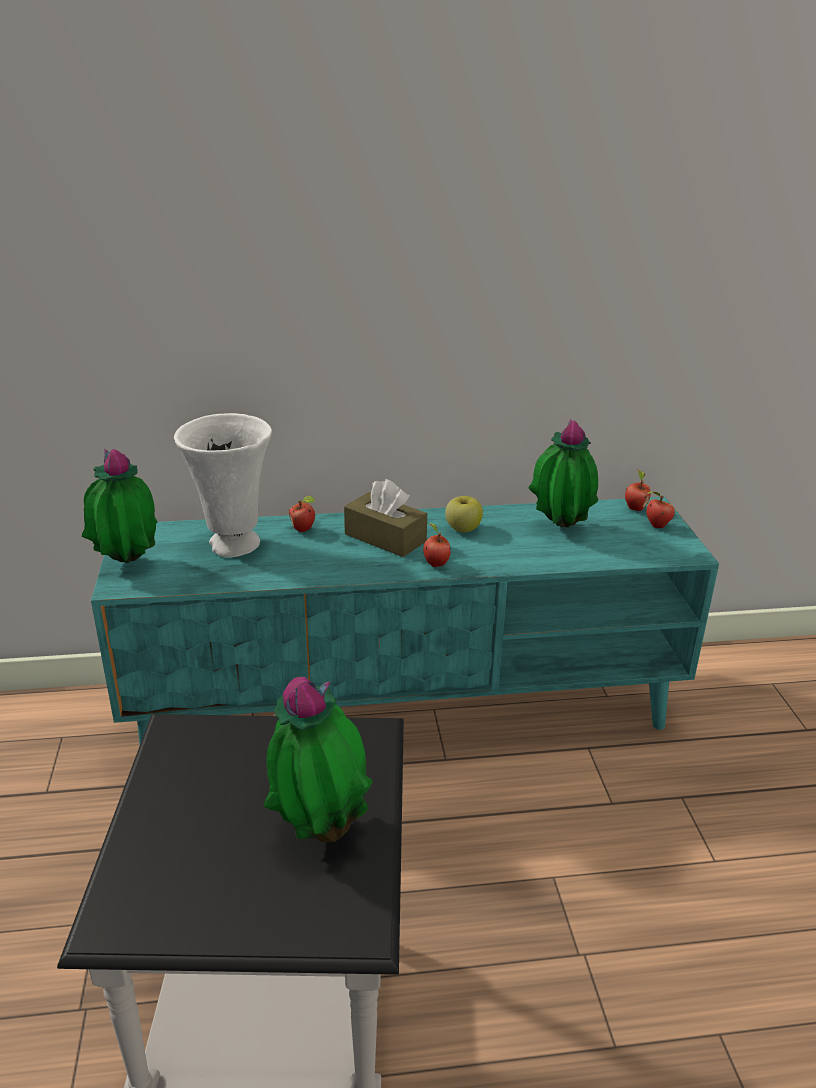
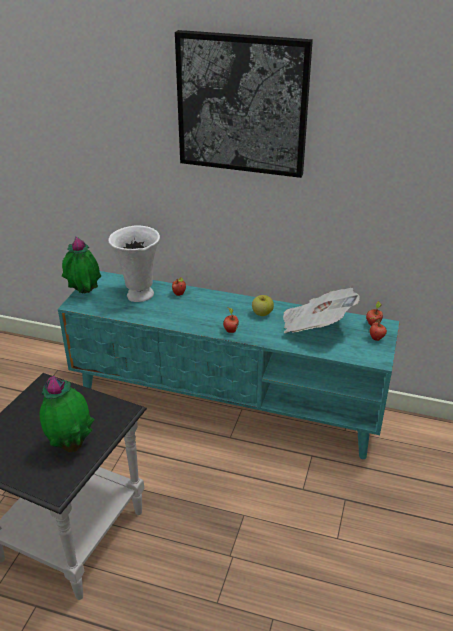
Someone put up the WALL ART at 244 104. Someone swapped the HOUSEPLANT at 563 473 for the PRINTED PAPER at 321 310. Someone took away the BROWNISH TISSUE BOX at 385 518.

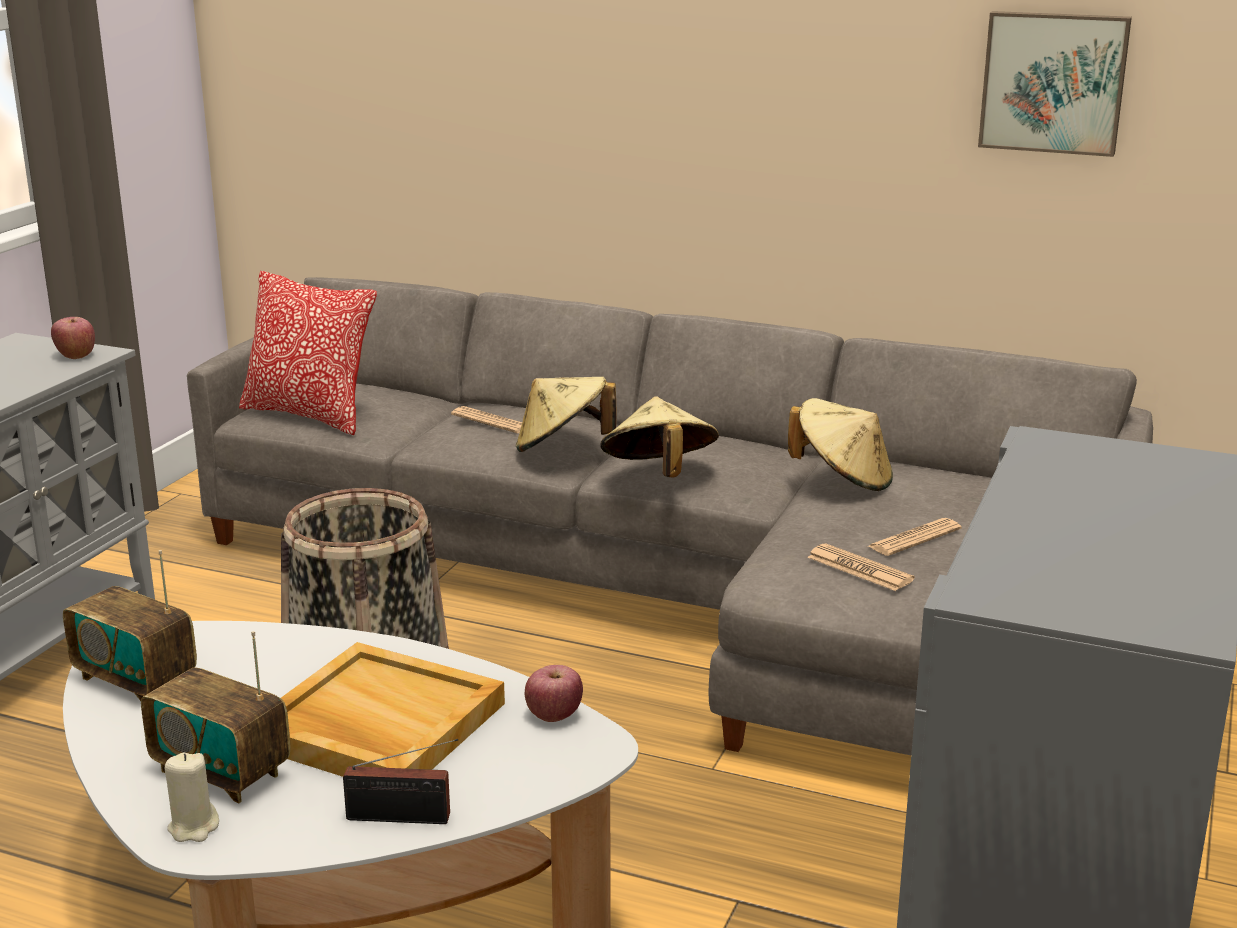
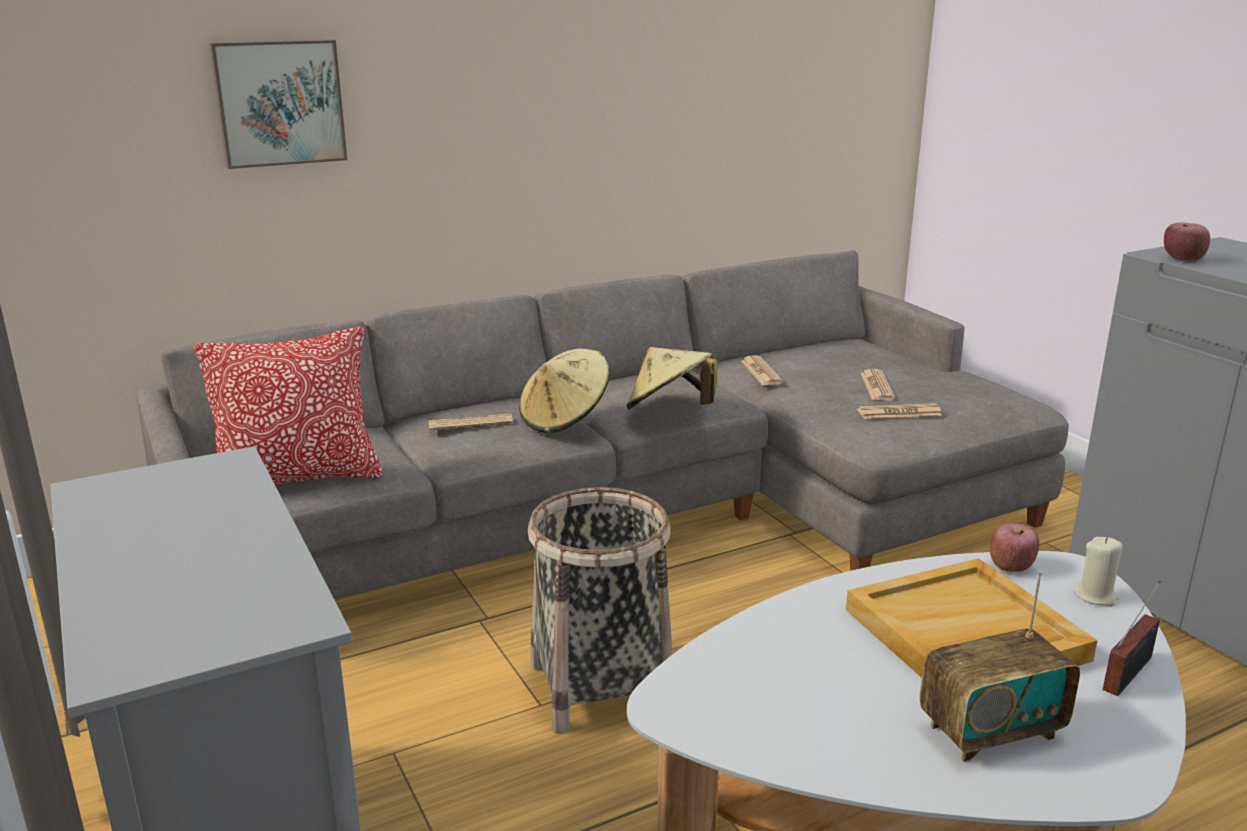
Someone carried the WALL ART from 1055 84 to 278 104. Someone swapped the BEIGE HAT at 840 444 for the PRINTED PAPER at 762 370. Someone carried the BEIGE WAX CANDLE from 192 797 to 1098 571. Someone carried the WHOLE APPLE from 73 338 to 1187 242. Someone took away the RADIO SET at 130 625.

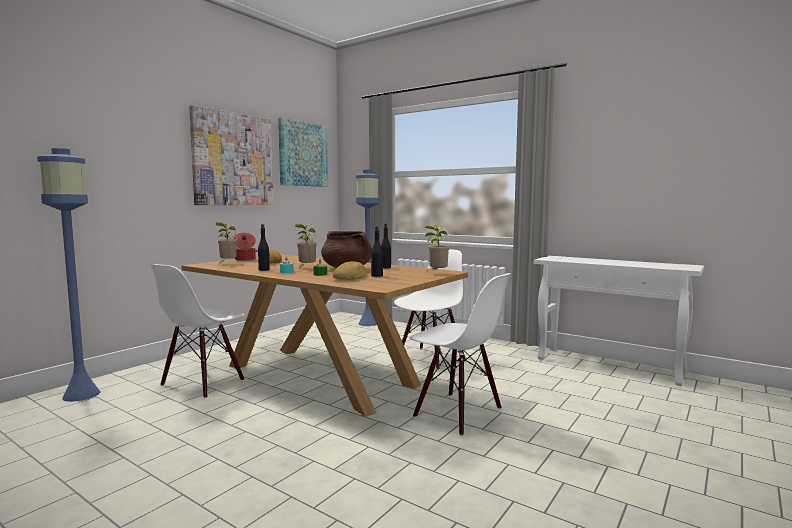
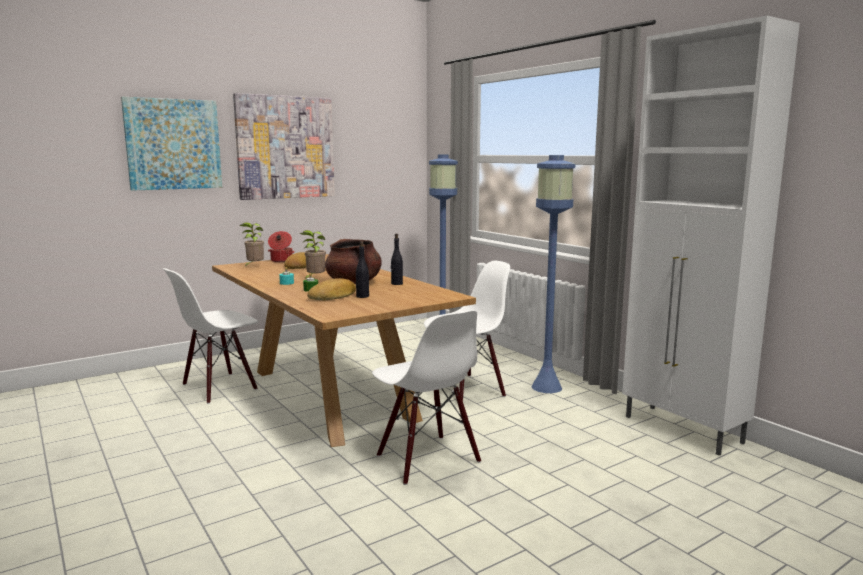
Someone carried the WALL ART from 303 152 to 171 144. Someone carried the BLUISH STANDARD LAMP from 68 275 to 553 274. Someone swapped the WHITE HALL TABLE at 619 321 for the WHITE CABINET at 711 236. Someone took away the BLACKISH DRINK BOTTLE at 264 247. Someone took away the HOUSEPLANT at 437 247.

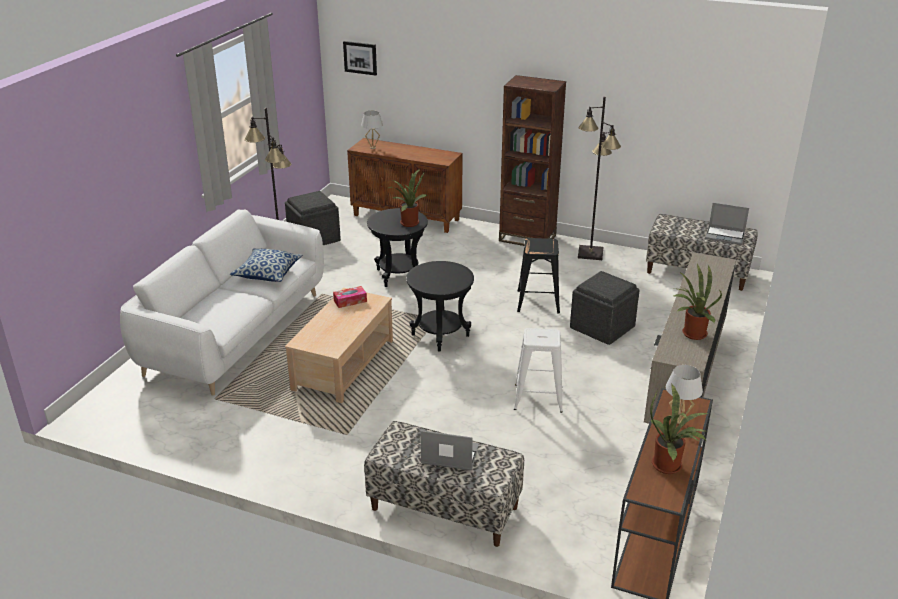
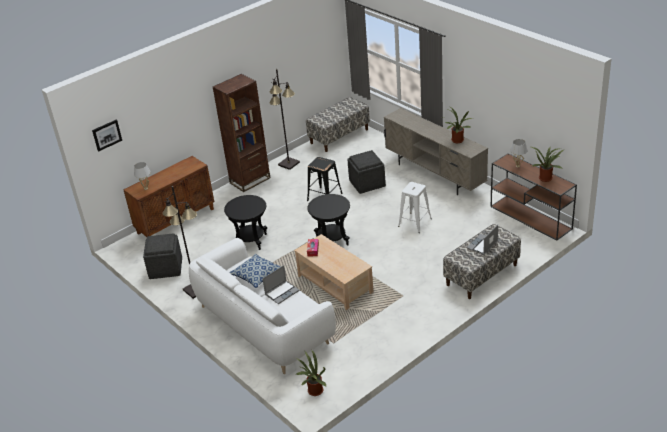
Someone carried the LAPTOP from 727 224 to 280 284. Someone carried the HOUSEPLANT from 408 198 to 310 373.

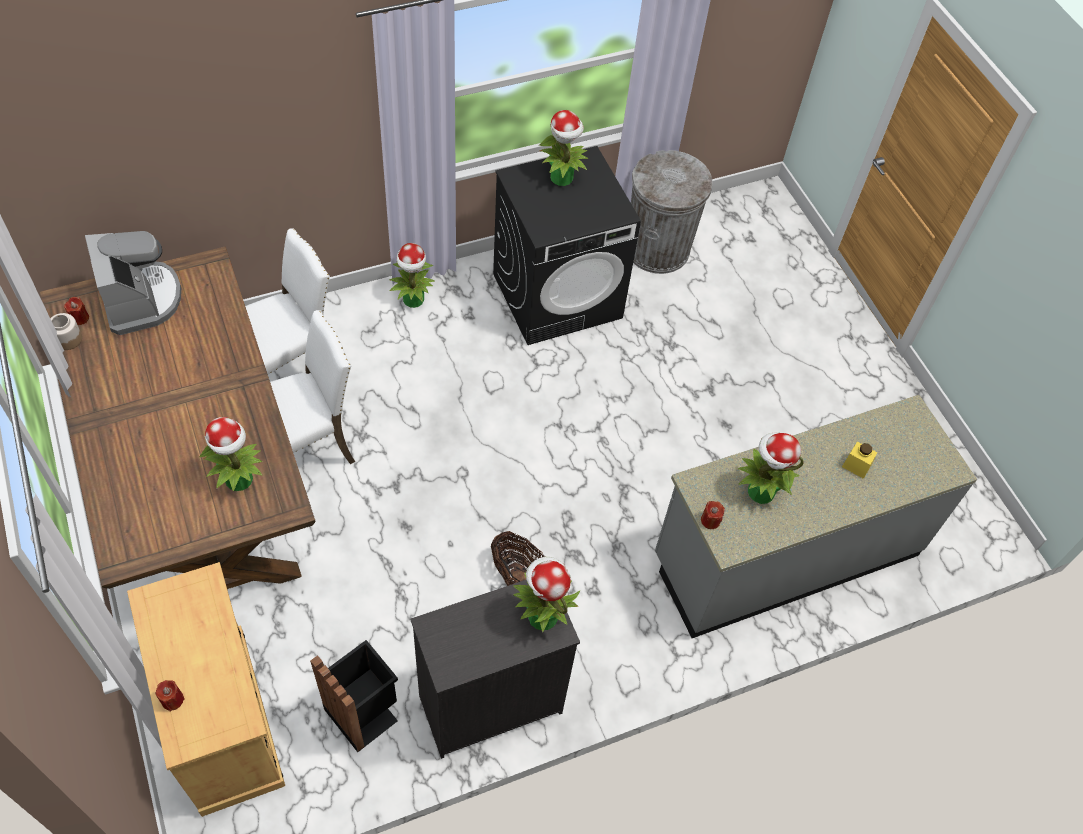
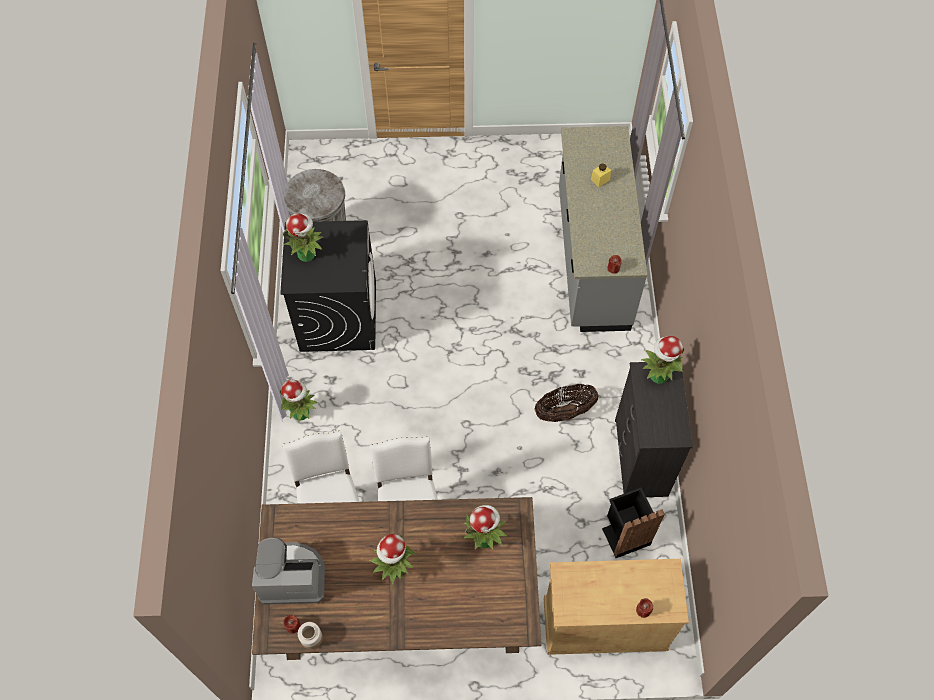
Someone carried the HOUSEPLANT from 771 468 to 392 559.

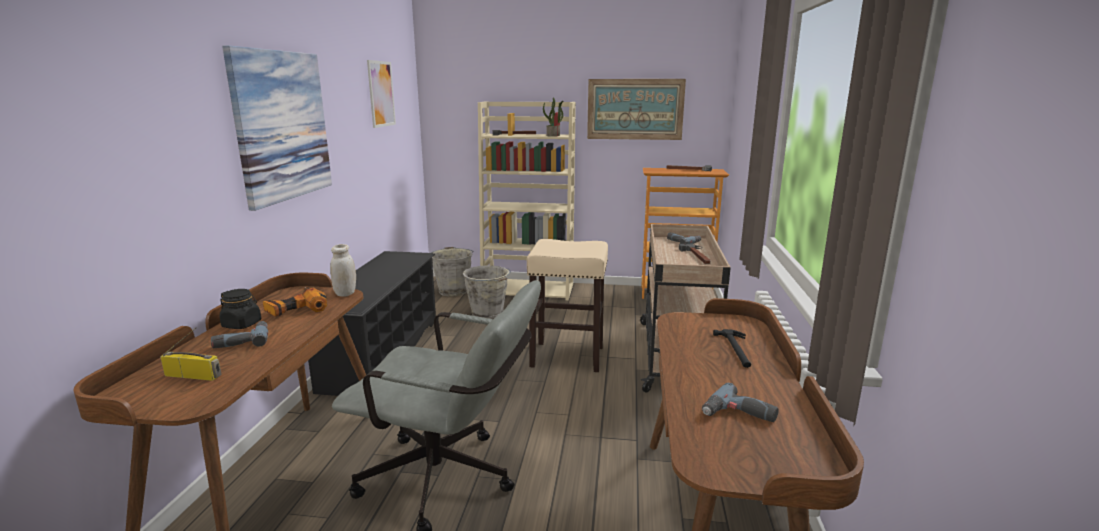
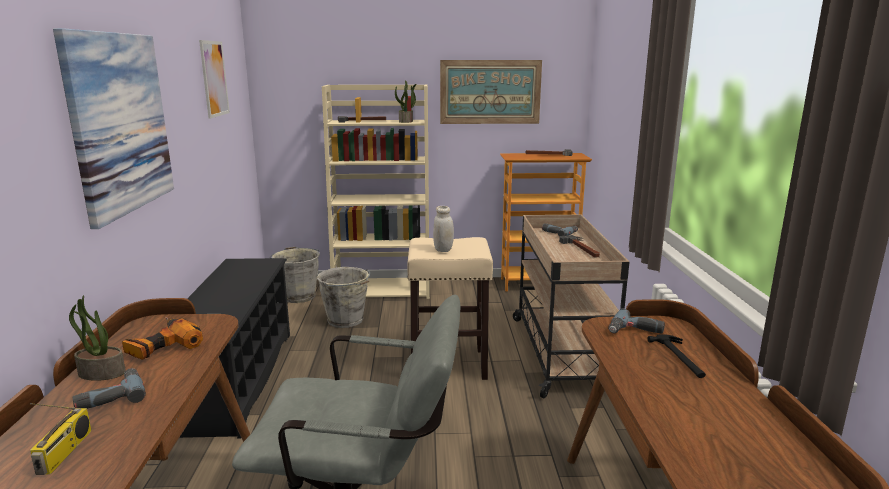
Someone rotated the RADIO SET at 191 354 by 90 degrees clockwise. Someone swapped the BLACKISH STORAGE JAR at 240 309 for the HOUSEPLANT at 97 338. Someone carried the WHITE STORAGE JAR from 343 270 to 443 229. Someone carried the ELECTRIC DRILL from 740 402 to 636 321.

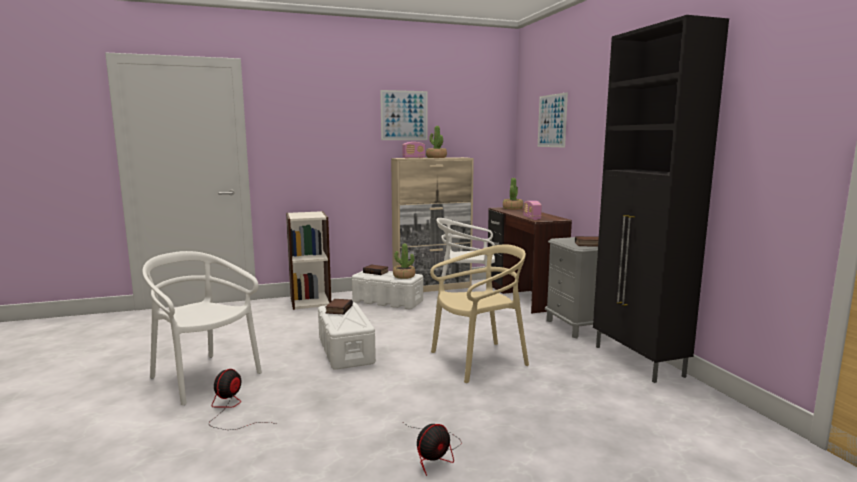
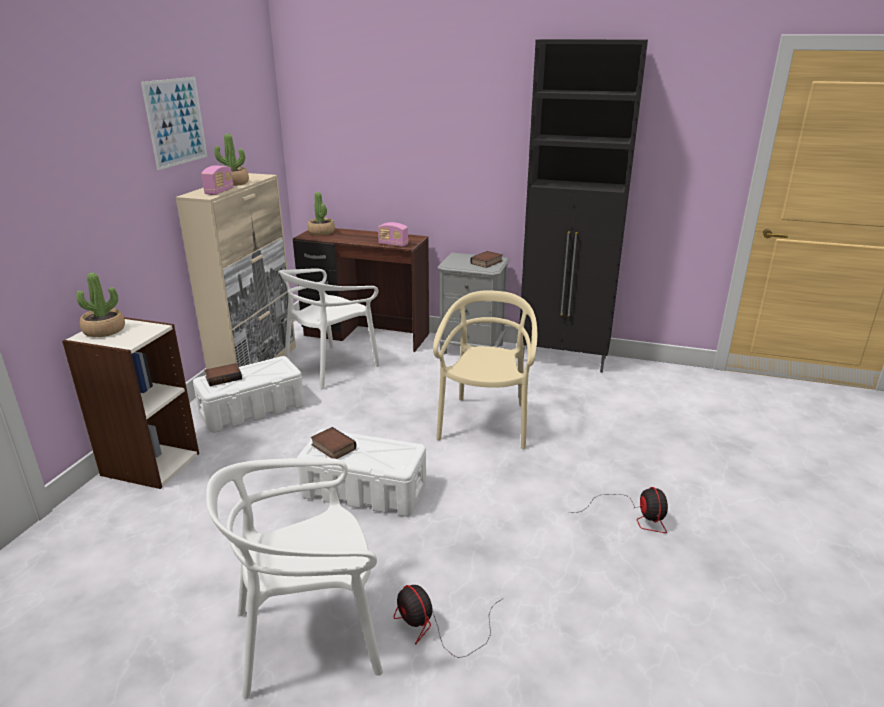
Someone carried the HOUSEPLANT from 404 261 to 100 305. Someone took away the WALL ART at 553 120.

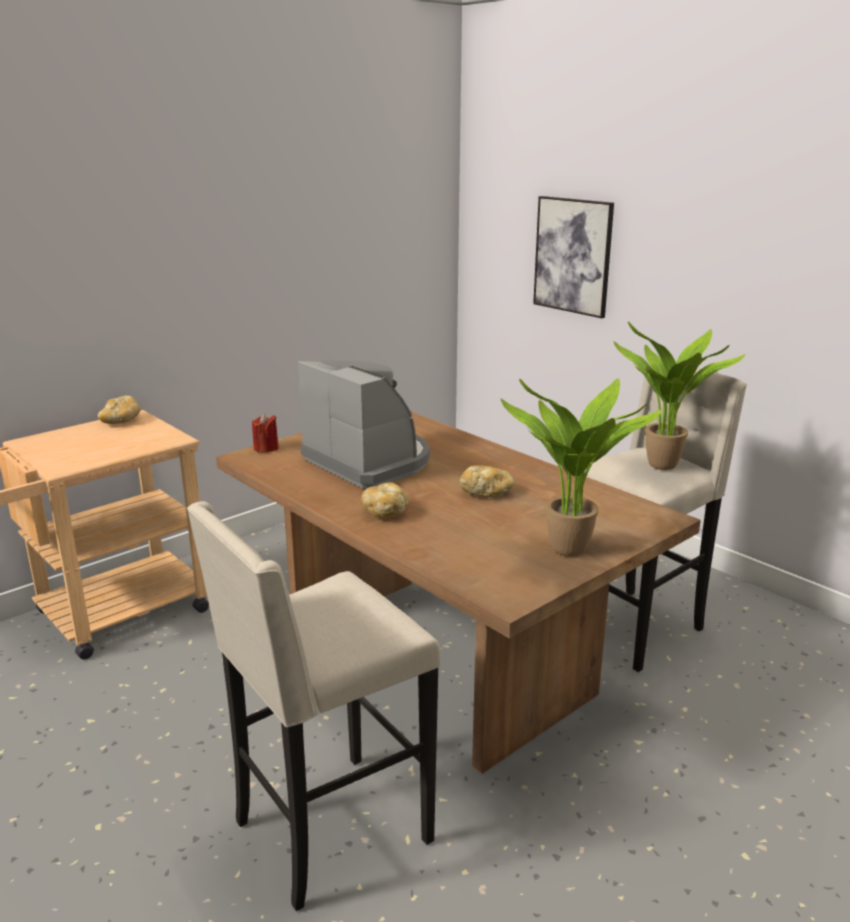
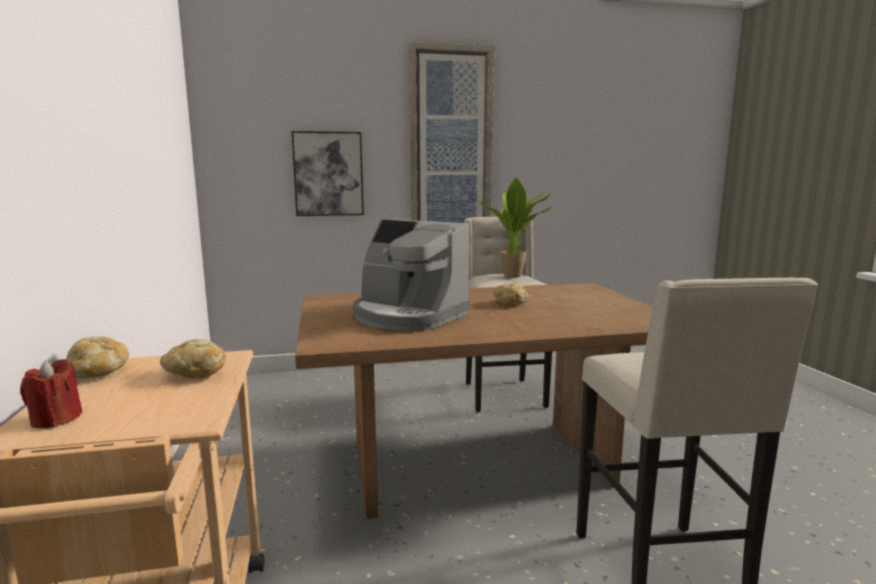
Someone carried the RED-COLOURED WAX CANDLE from 265 433 to 51 393. Someone carried the BREAD from 385 500 to 193 359. Someone rotated the COFFEE MAKER at 364 424 by 135 degrees counterclockwise. Someone put up the WALL ART at 451 132. Someone took away the HOUSEPLANT at 581 468.

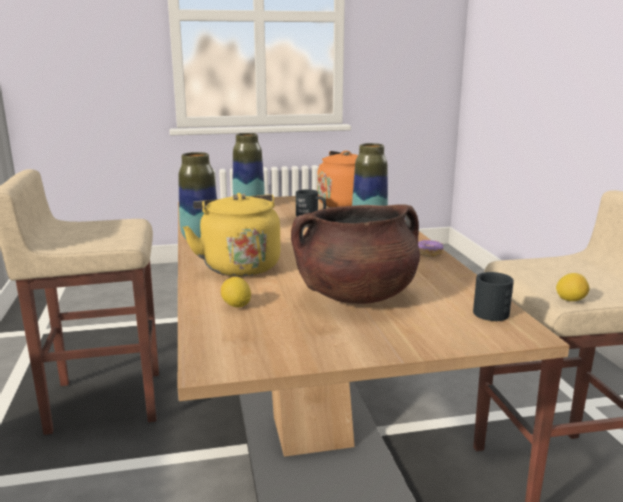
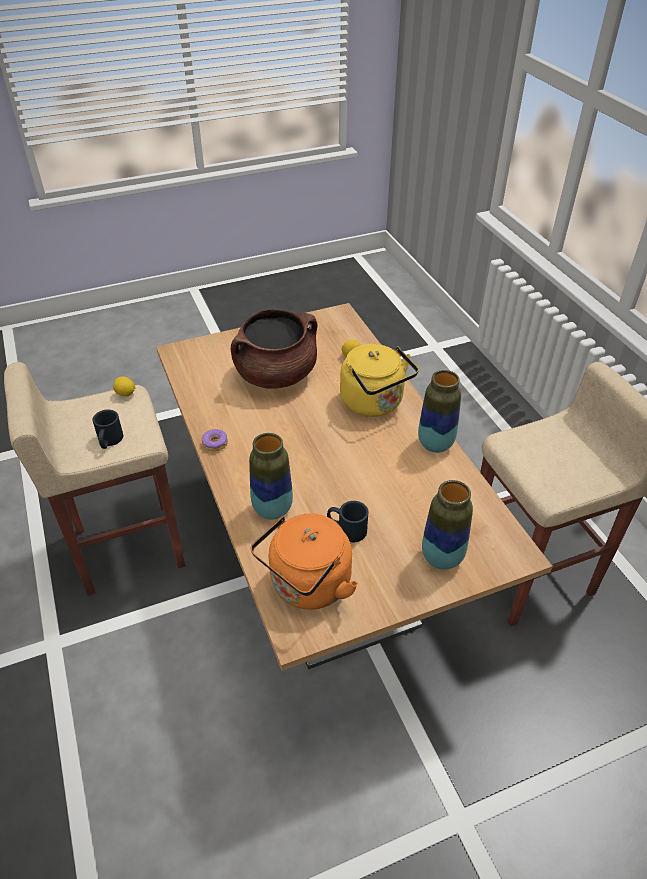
Someone carried the BLACKISH TEA MUG from 493 296 to 107 429.

